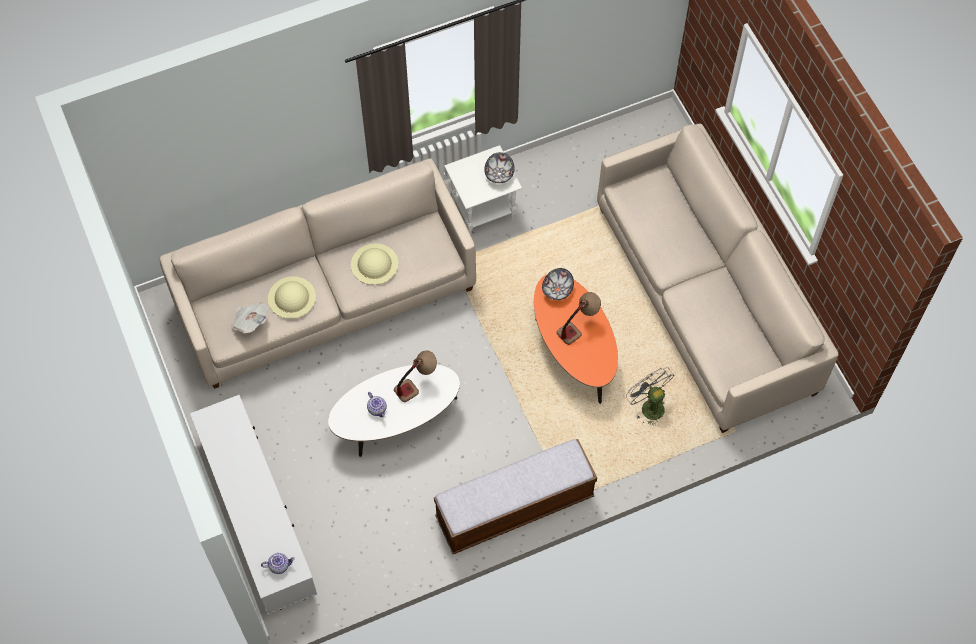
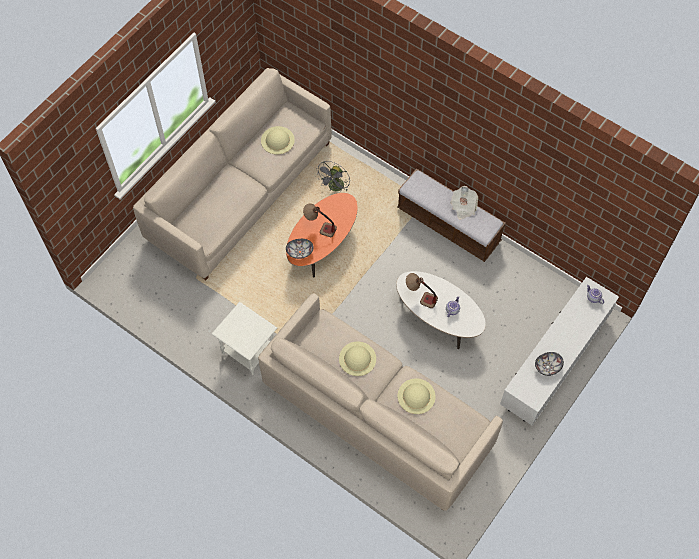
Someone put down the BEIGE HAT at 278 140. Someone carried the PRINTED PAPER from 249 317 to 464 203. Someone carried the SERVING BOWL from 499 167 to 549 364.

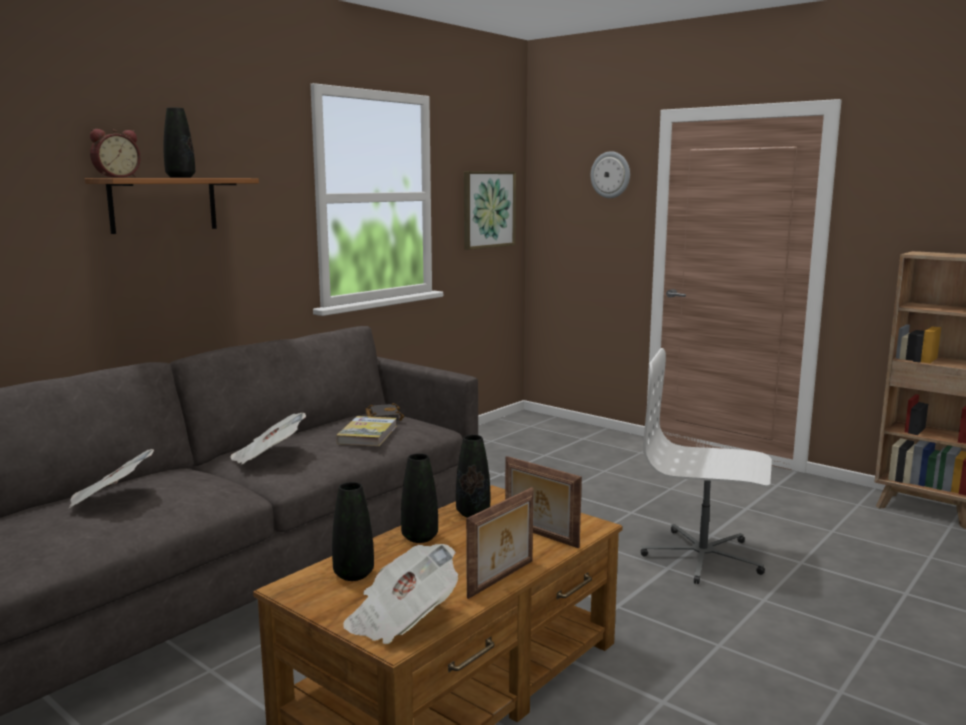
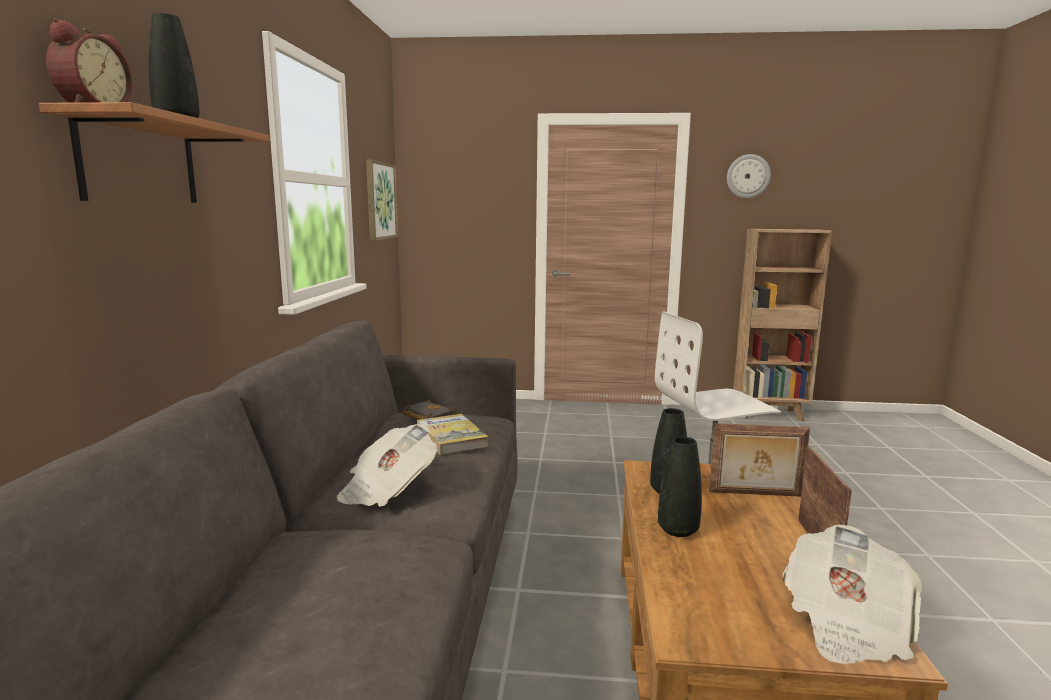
Someone carried the WALL CLOCK from 610 174 to 749 176. Someone took away the PRINTED PAPER at 111 479. Someone took away the BLACKISH FLOWER VASE at 353 531.

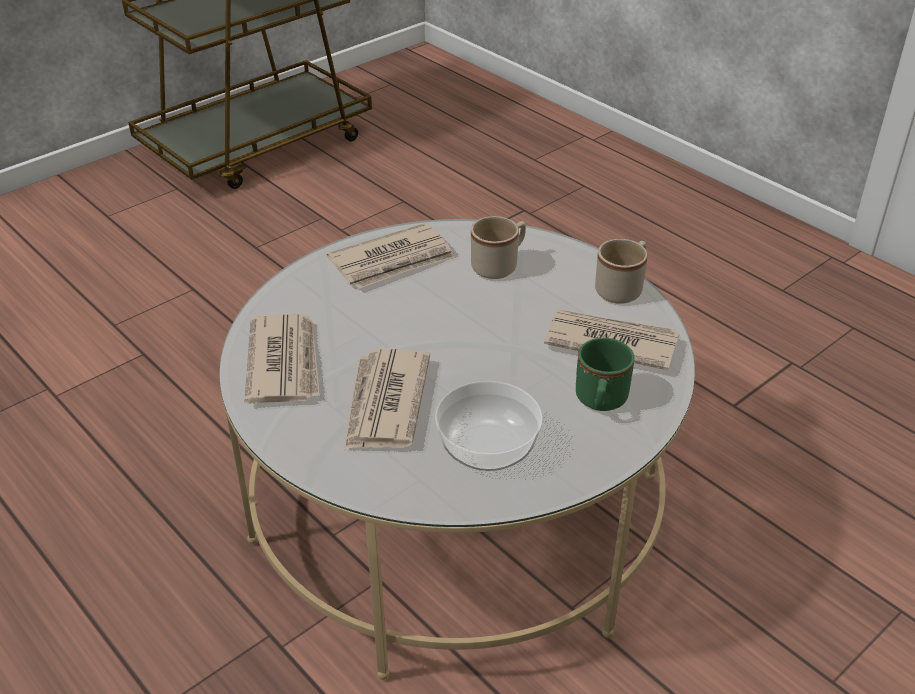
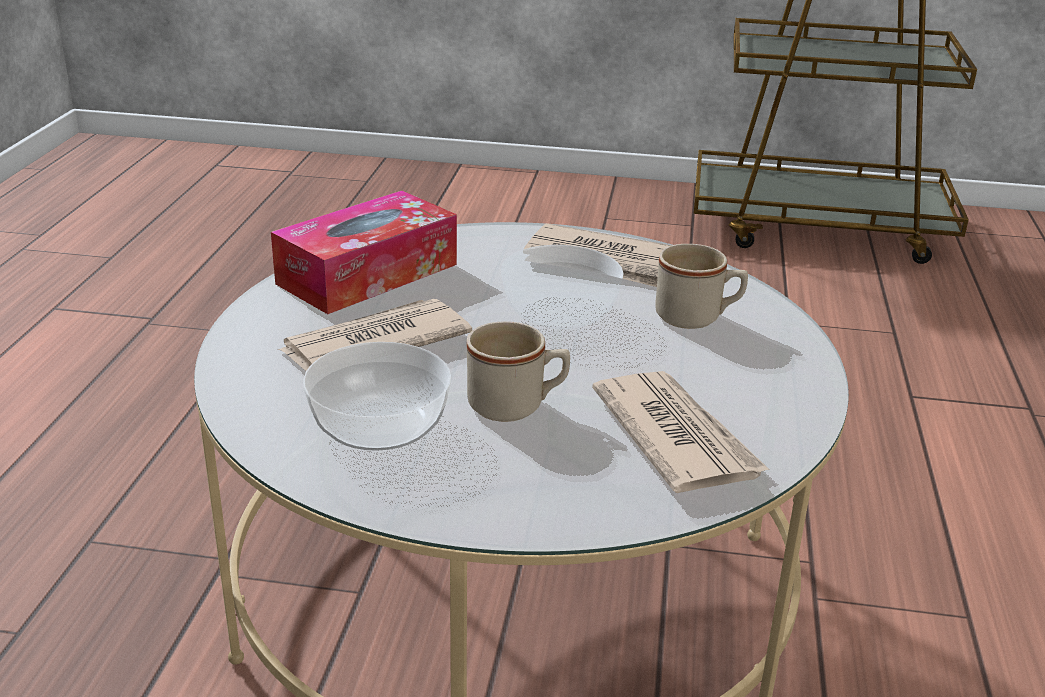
Someone swapped the PRINTED PAPER at 282 359 for the TISSUE BOX at 364 252. Someone carried the BEIGE TEA MUG from 621 271 to 518 371. Someone put down the SERVING BOWL at 562 287. Someone took away the GREEN TEA MUG at 605 374.

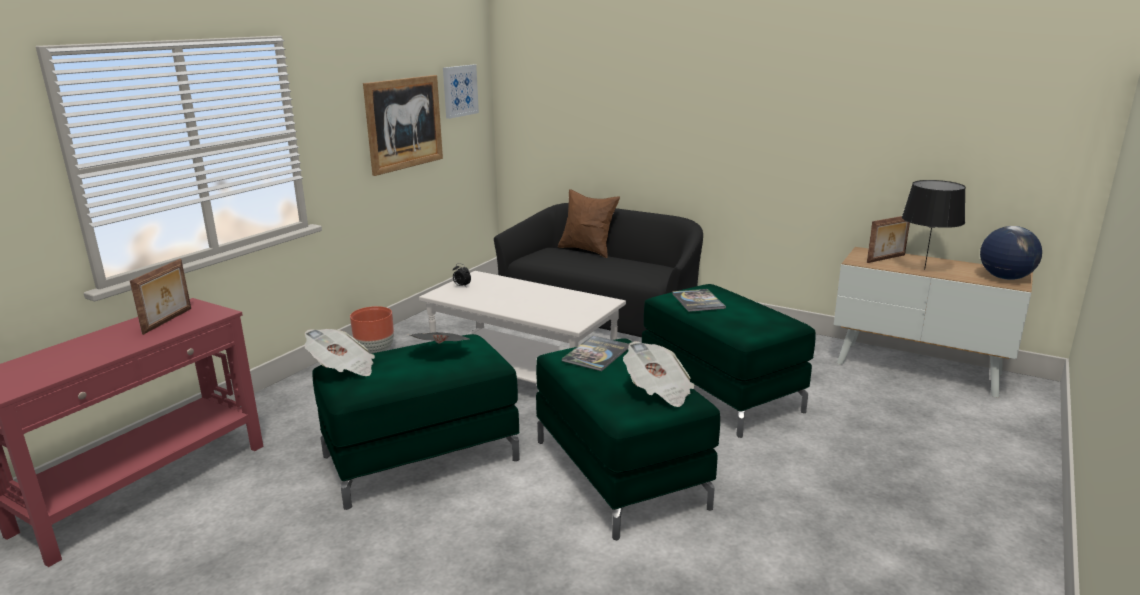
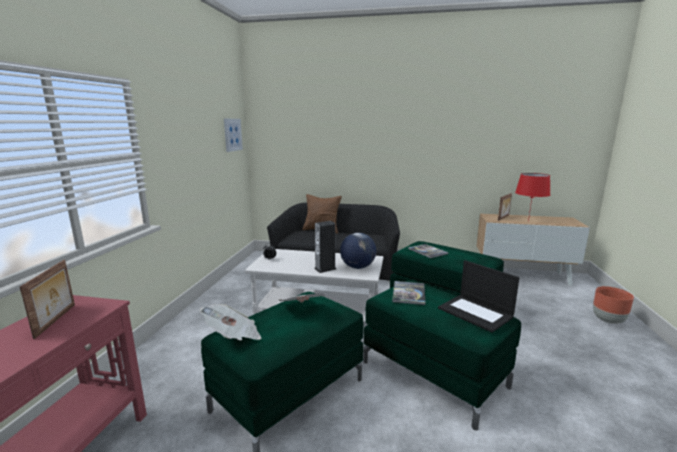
Someone put down the SPEAKER at 325 247. Someone carried the DESK GLOBE from 1011 253 to 358 251. Someone swapped the PRINTED PAPER at 659 374 for the LAPTOP at 479 296. Someone repainted the BLACKISH TABLETOP LAMP at 934 225, which became the RED-COLOURED TABLETOP LAMP at 532 197. Someone carried the BROWNISH PLANTER from 372 330 to 613 305. Someone took away the WALL ART at 403 125.

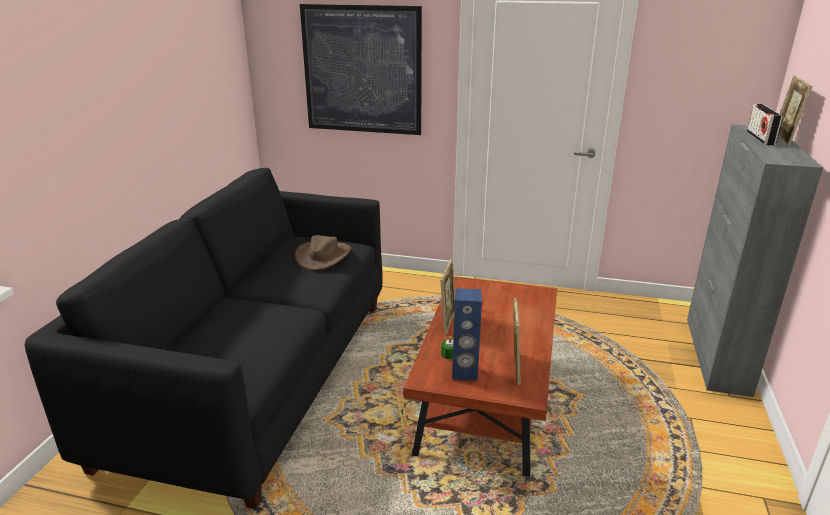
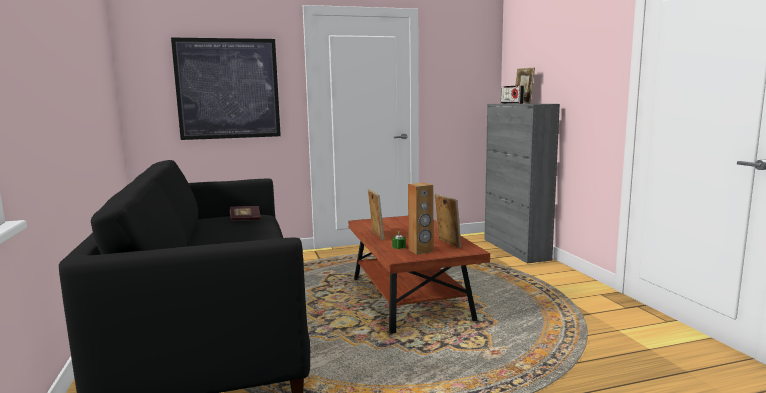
Someone swapped the BROWNISH HAT at 323 253 for the VOLUME at 245 213. Someone repainted the BLUISH SPEAKER at 467 334, which became the BROWNISH SPEAKER at 420 218.

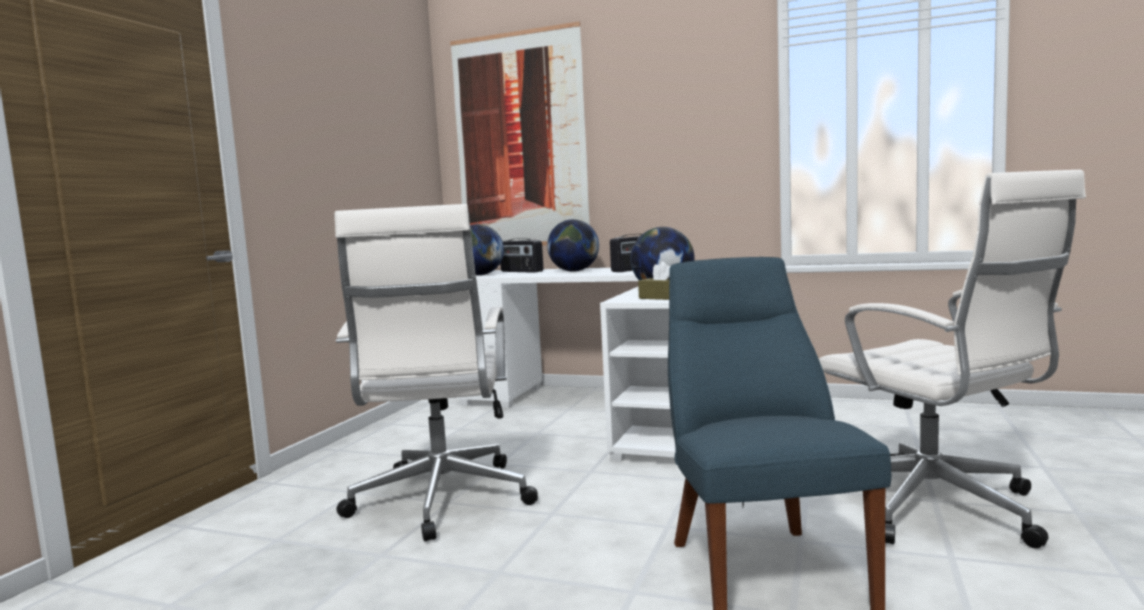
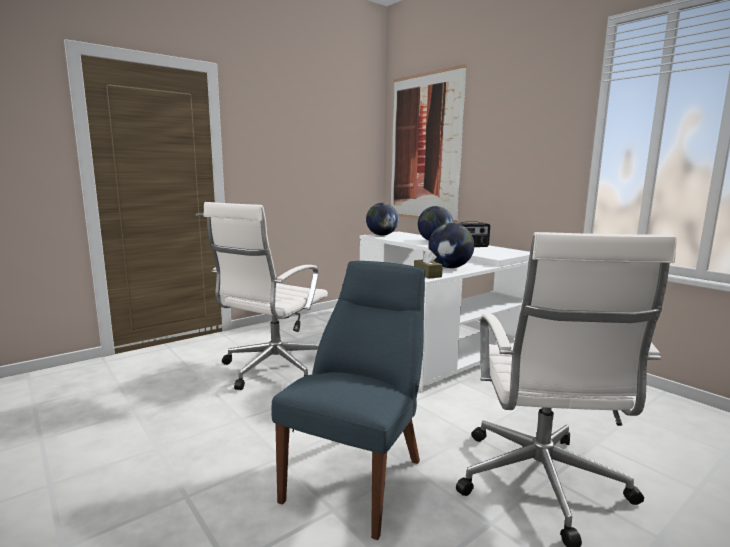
Someone took away the RADIO SET at 521 255.

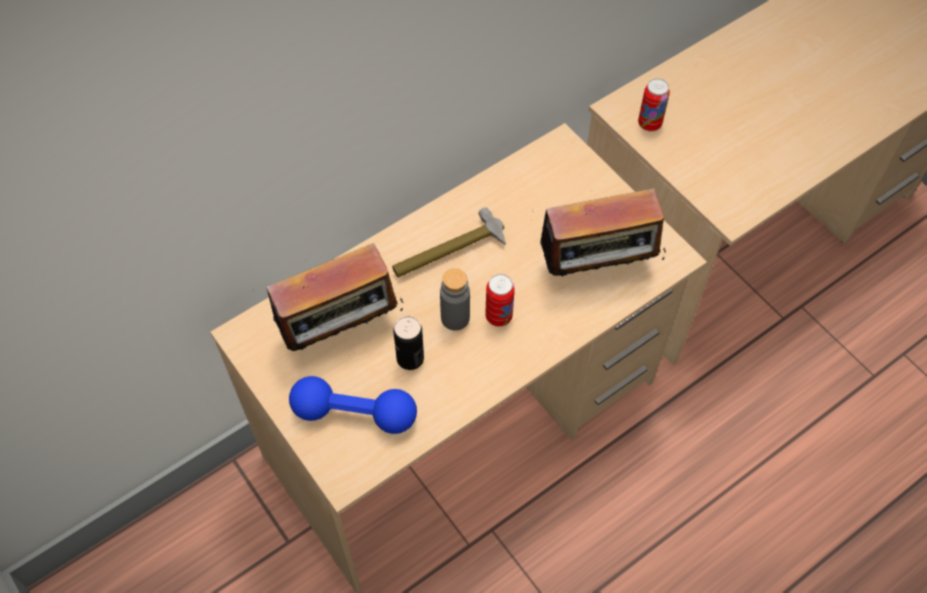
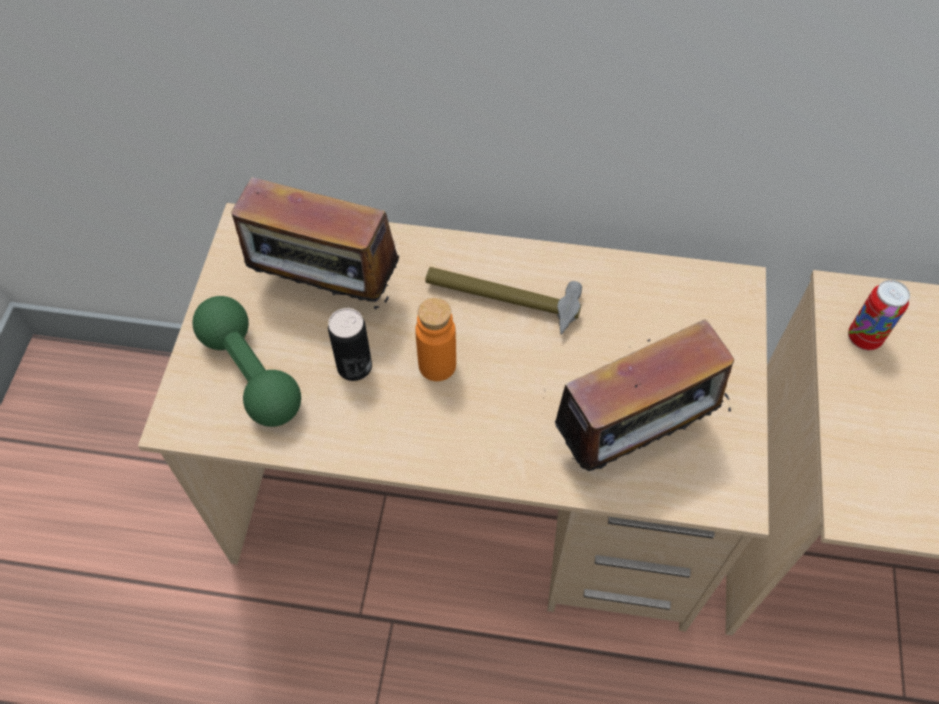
Someone repainted the BLUISH DUMBBELL at 353 405, which became the GREEN DUMBBELL at 247 361. Someone repainted the GRAY DRINK BOTTLE at 455 299, which became the ORANGE-COLOURED DRINK BOTTLE at 435 339. Someone rotated the RADIO SET at 603 232 by 60 degrees counterclockwise. Someone took away the SEALED CAN at 500 300.

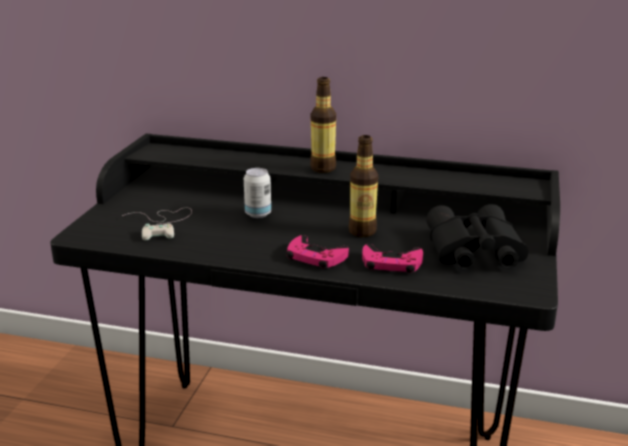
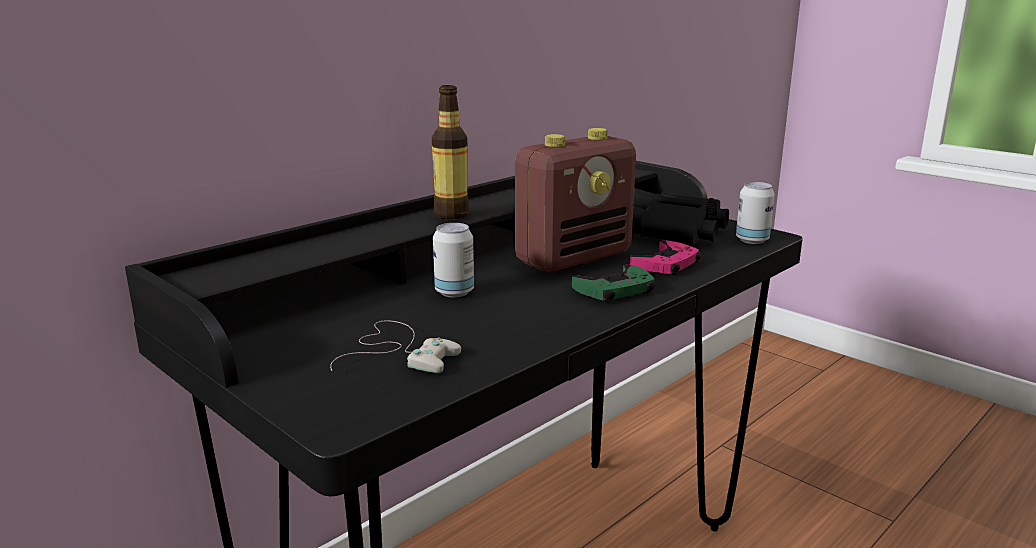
Someone swapped the DRINK BOTTLE at 363 186 for the RADIO SET at 575 200. Someone repainted the PINK JOYPAD at 317 252, which became the GREEN JOYPAD at 613 283. Someone put down the SEALED CAN at 755 213.

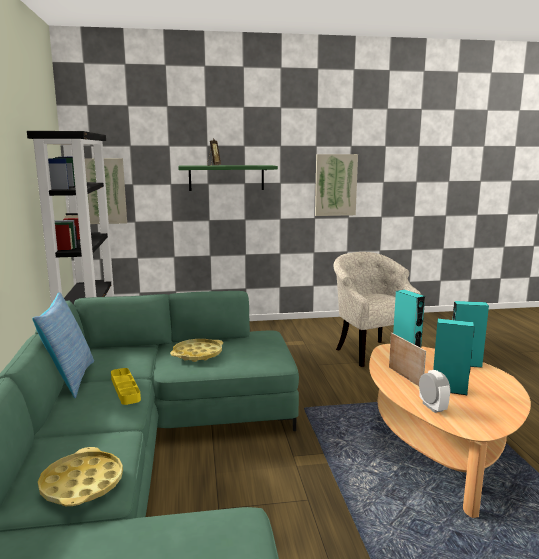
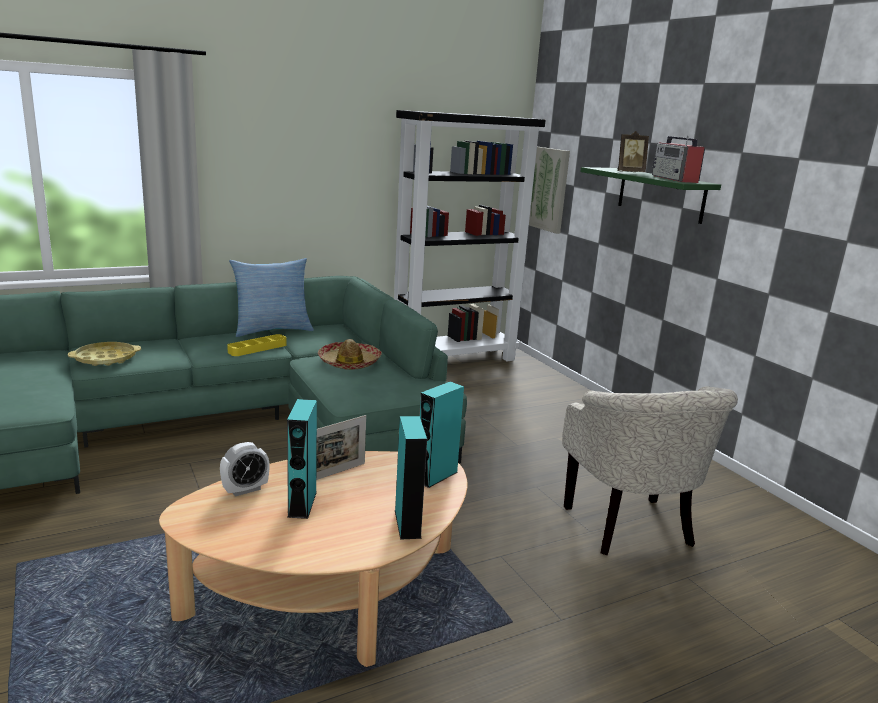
Someone swapped the YELLOW-COLOURED SERVING TRAY at 196 350 for the HAT at 350 354. Someone rotated the BEIGE ARMCHAIR at 377 309 by 120 degrees clockwise. Someone put down the RADIO SET at 678 159. Someone took away the WALL ART at 336 185.

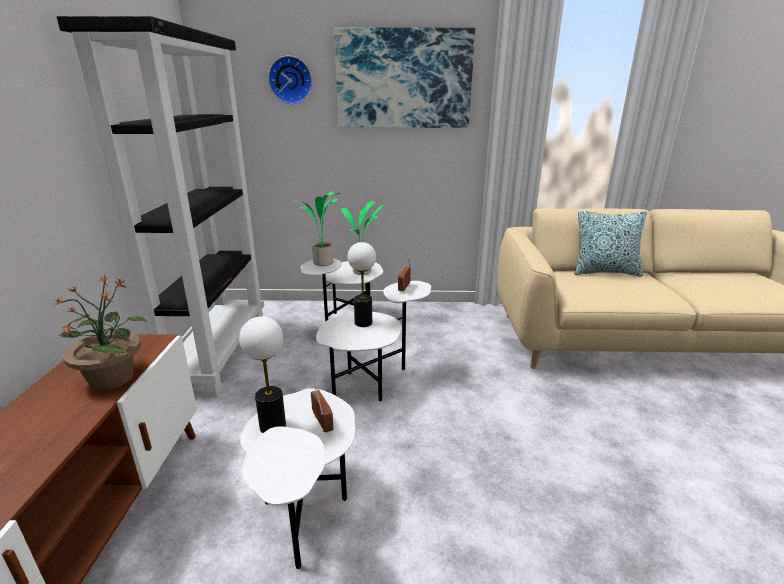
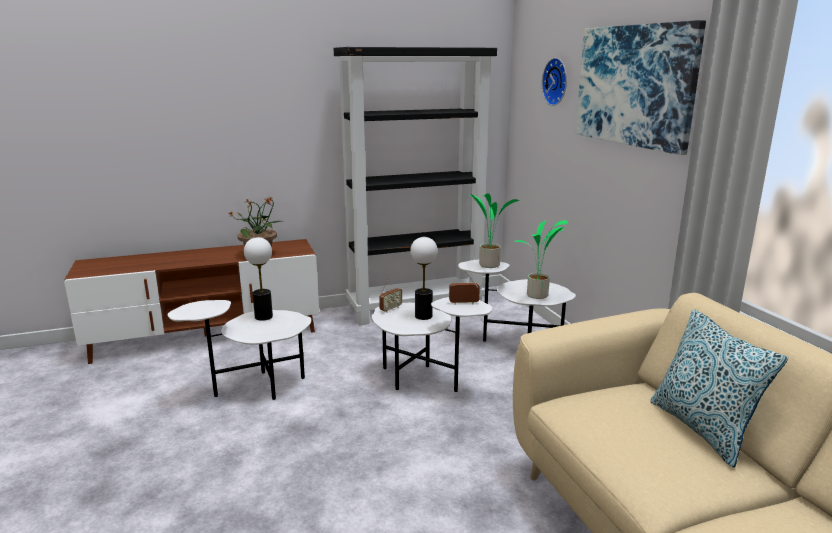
Someone carried the RADIO SET from 322 408 to 390 294.

